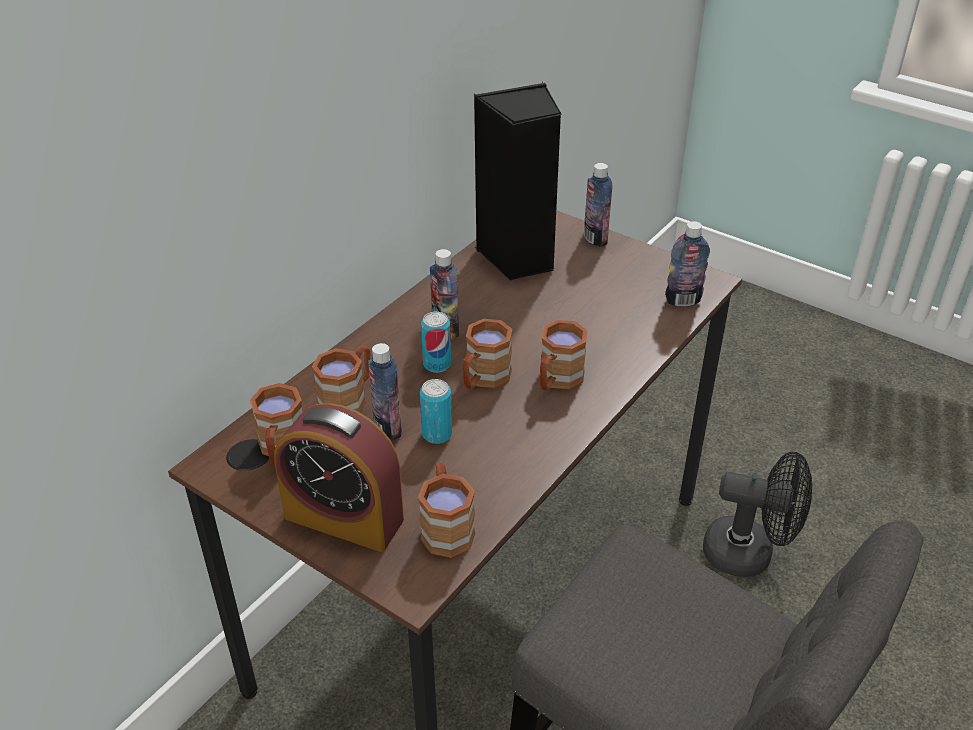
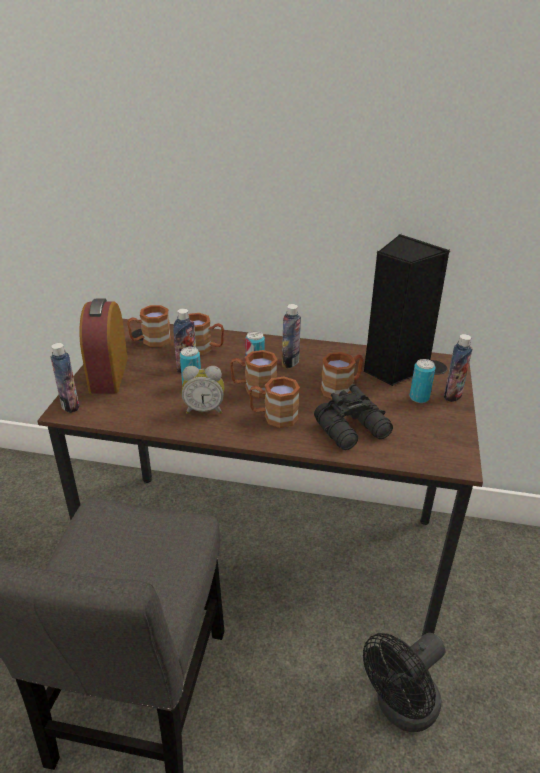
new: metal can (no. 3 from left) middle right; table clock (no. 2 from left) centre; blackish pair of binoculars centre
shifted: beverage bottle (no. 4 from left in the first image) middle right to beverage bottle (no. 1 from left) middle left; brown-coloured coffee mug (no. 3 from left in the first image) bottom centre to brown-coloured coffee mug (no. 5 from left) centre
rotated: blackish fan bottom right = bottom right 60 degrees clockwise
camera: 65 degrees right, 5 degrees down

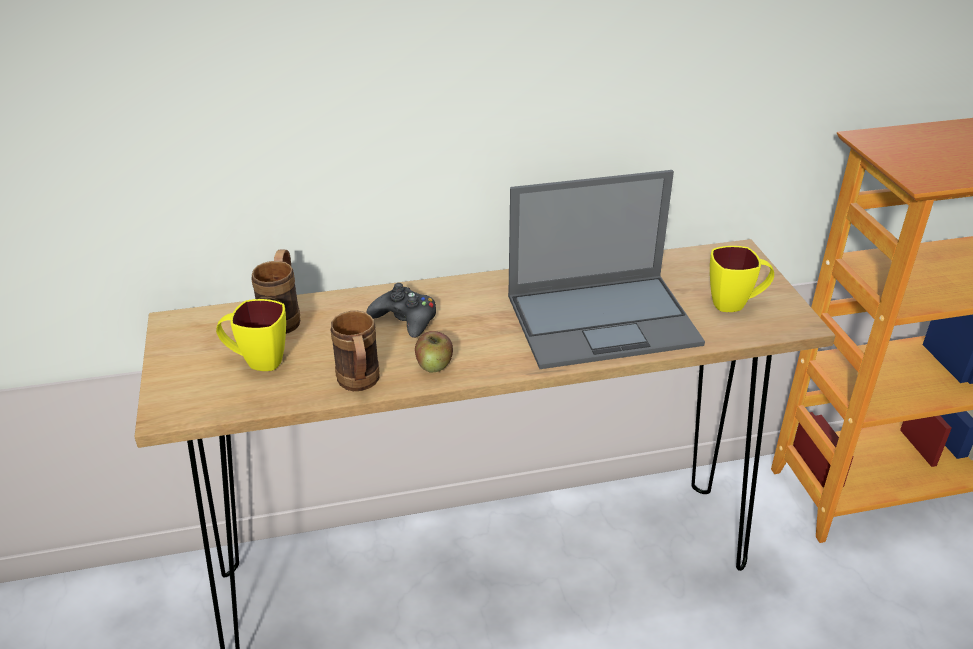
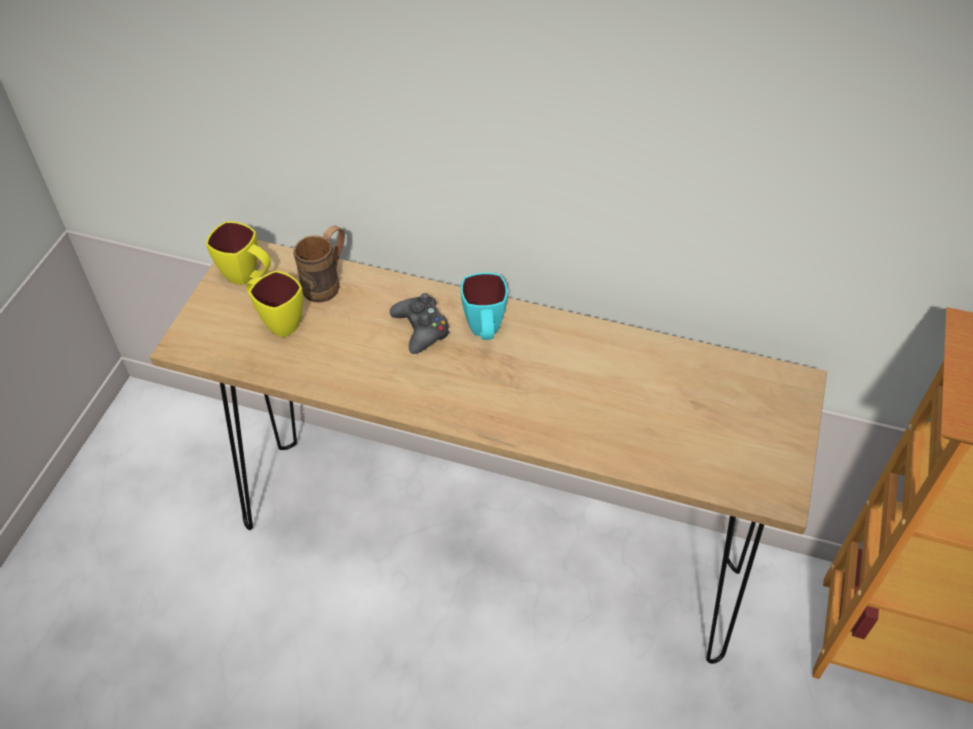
gone: notebook computer centre; brown-coloured coffee mug (no. 2 from left) centre; apple centre
new: turquoise coffee mug centre
shifted: yellow coffee mug (no. 2 from left in the first image) middle right to yellow coffee mug (no. 1 from left) middle left
camera: 30 degrees right, 15 degrees up

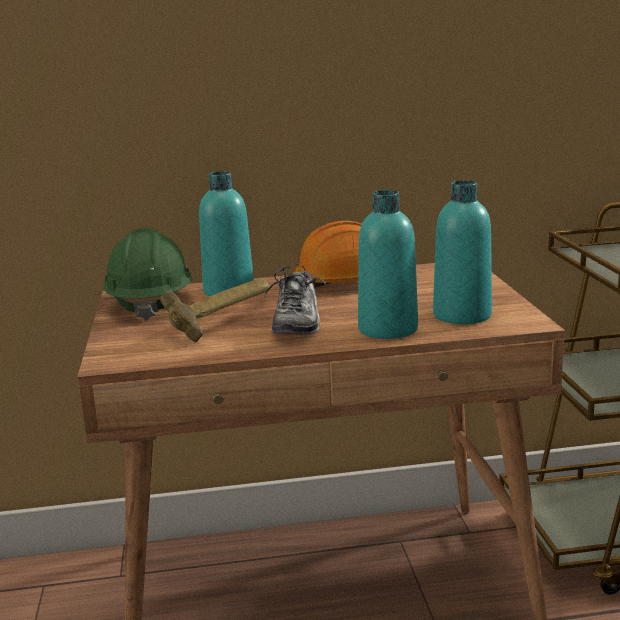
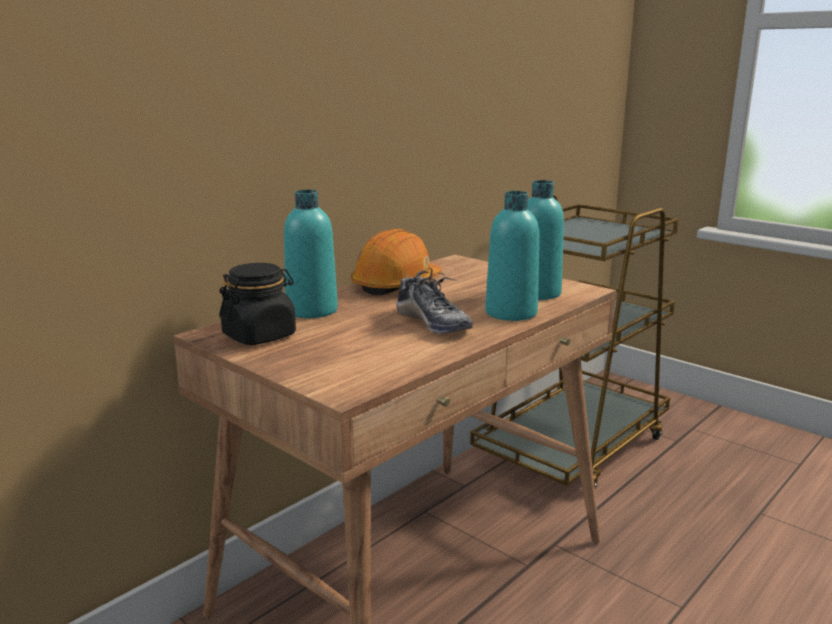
gone: tool hammer centre
swapped: green-coloured work helmet middle left to blackish jar middle left
camera: 40 degrees left, 0 degrees up

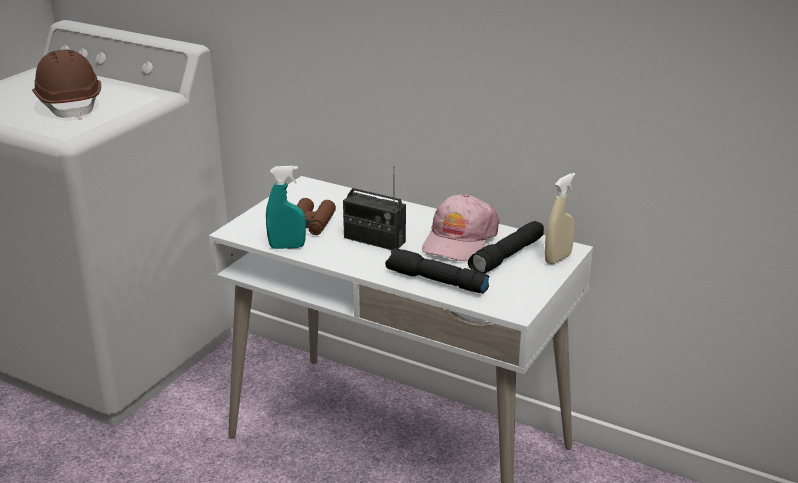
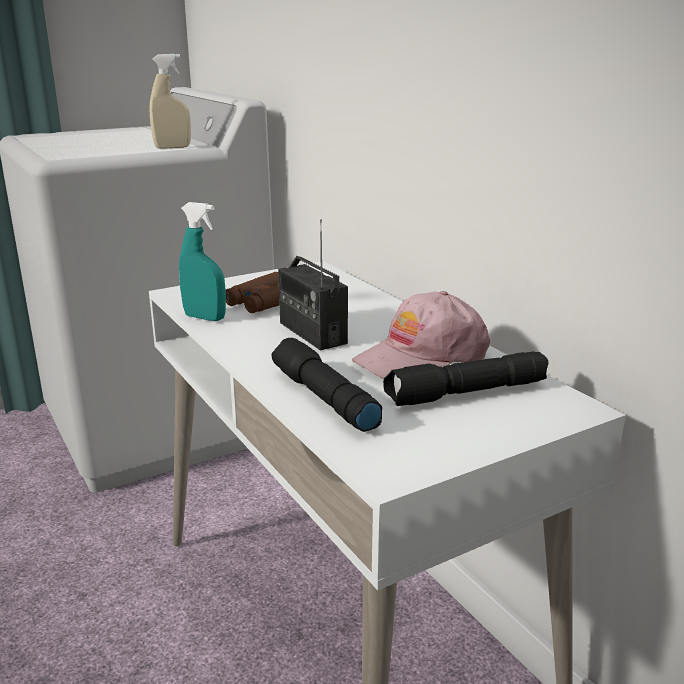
gone: brown-coloured work helmet top left
shifted: beige-coloured spray bottle middle right to top left
camera: 30 degrees right, 5 degrees down

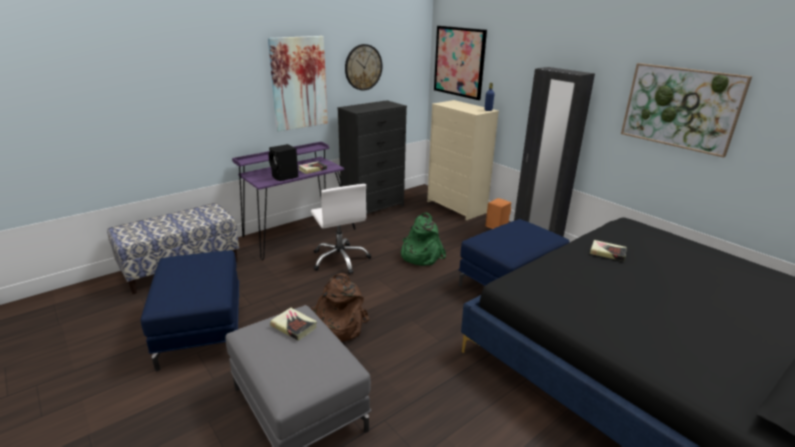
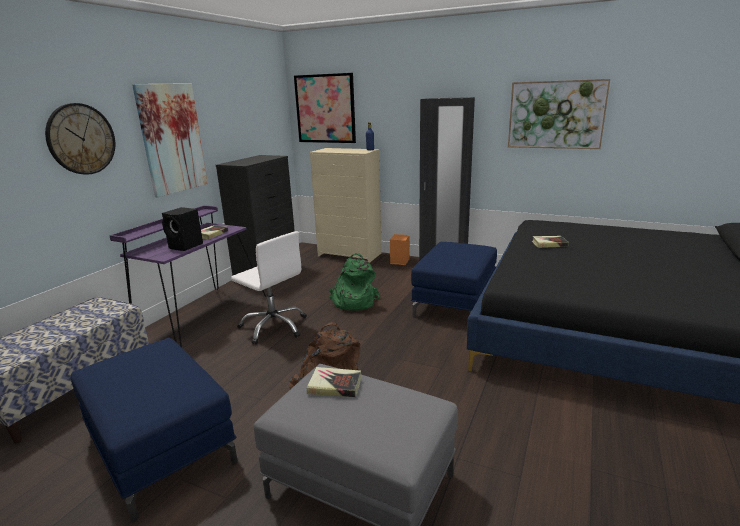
shifted: clock on the wall top centre to top left
camera: 25 degrees left, 5 degrees down

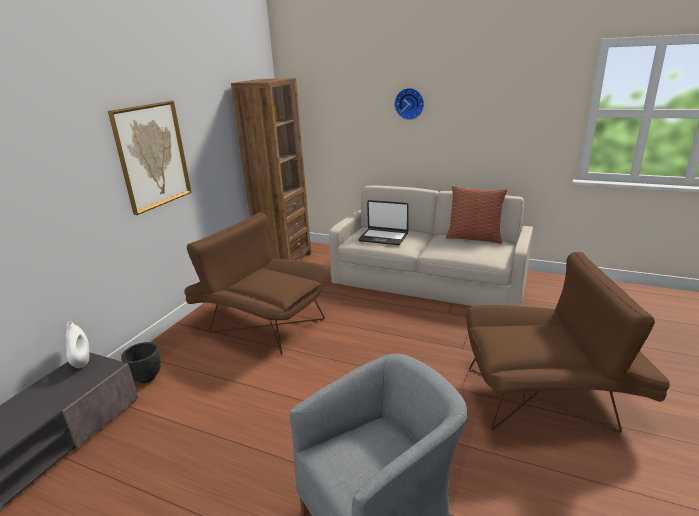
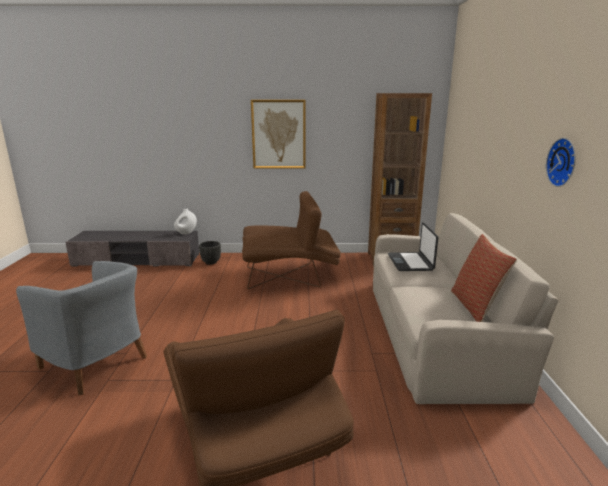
shifted: clock on the wall top centre to middle right
rotated: brown-coloured armchair (no. 1 from left in the first image) centre = centre 75 degrees clockwise
camera: 65 degrees right, 5 degrees down

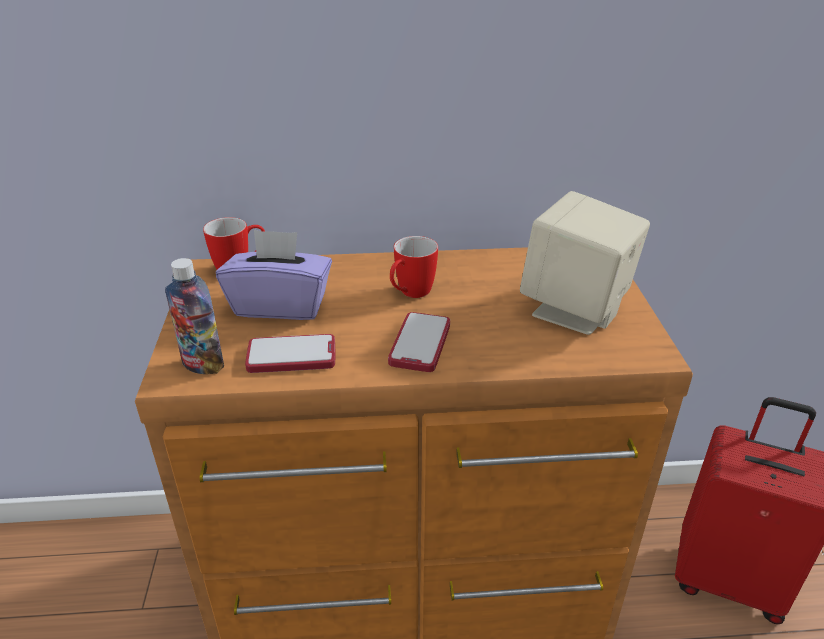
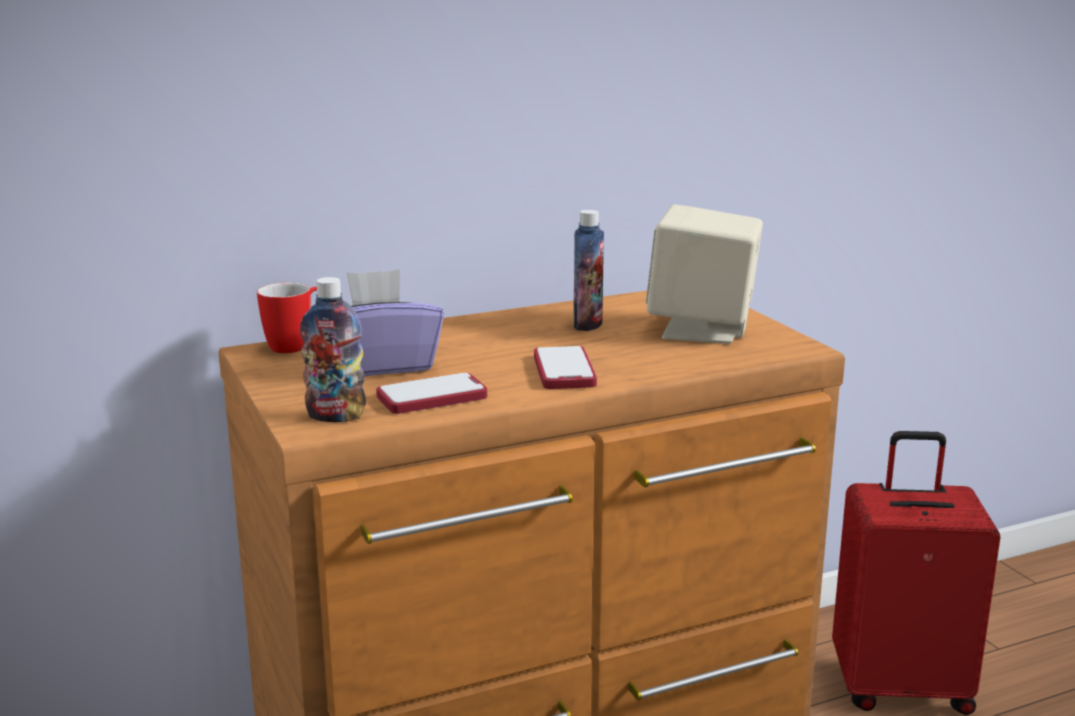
gone: coffee mug (no. 2 from left) centre
new: beverage bottle (no. 2 from left) centre
camera: 20 degrees left, 15 degrees down

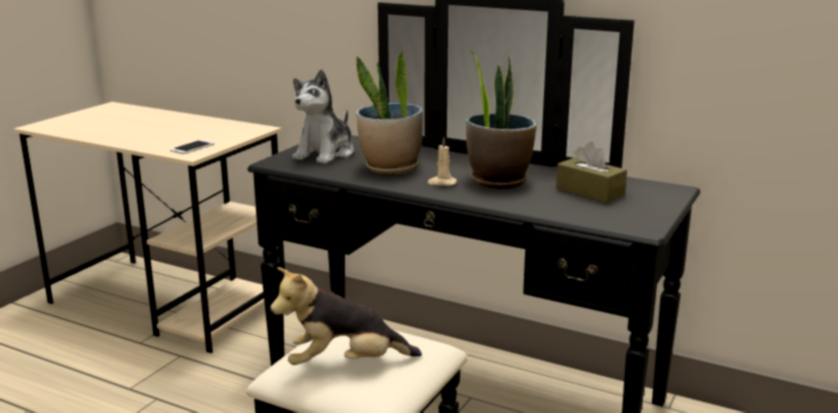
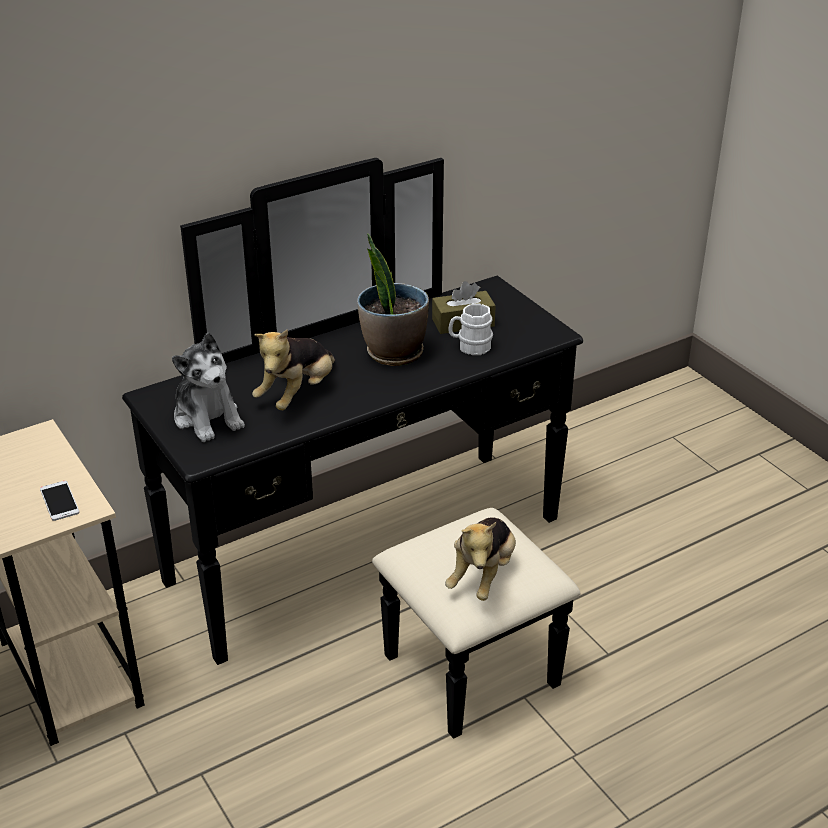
gone: beige-coloured wax candle centre
new: white-coloured coffee mug centre
swapped: plant in a pot (no. 1 from left) top centre to soft toy (no. 2 from left) centre
camera: 60 degrees left, 15 degrees up

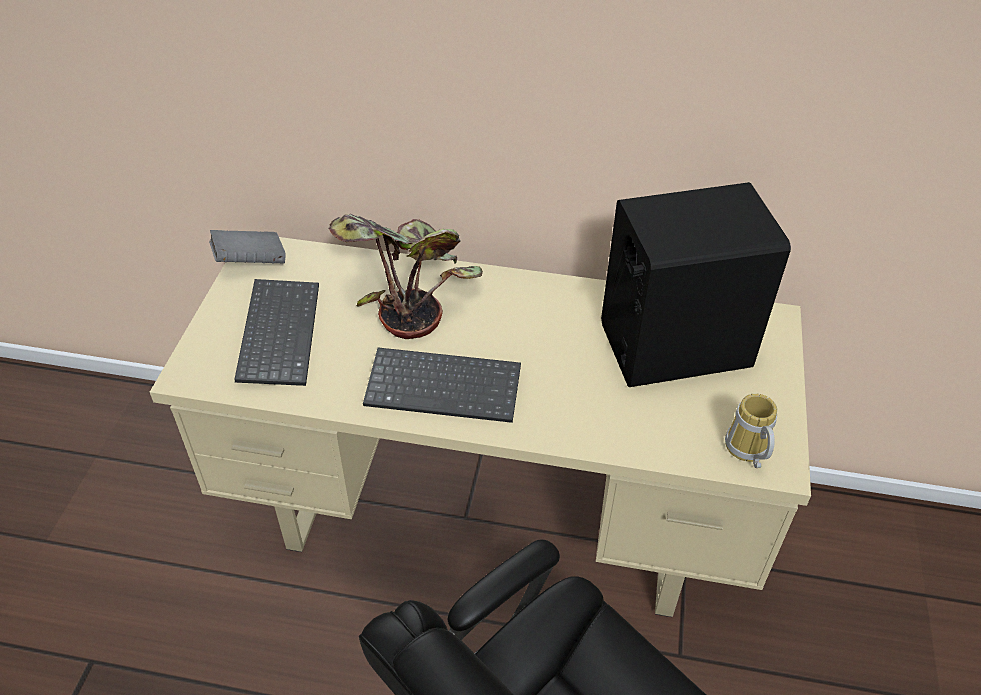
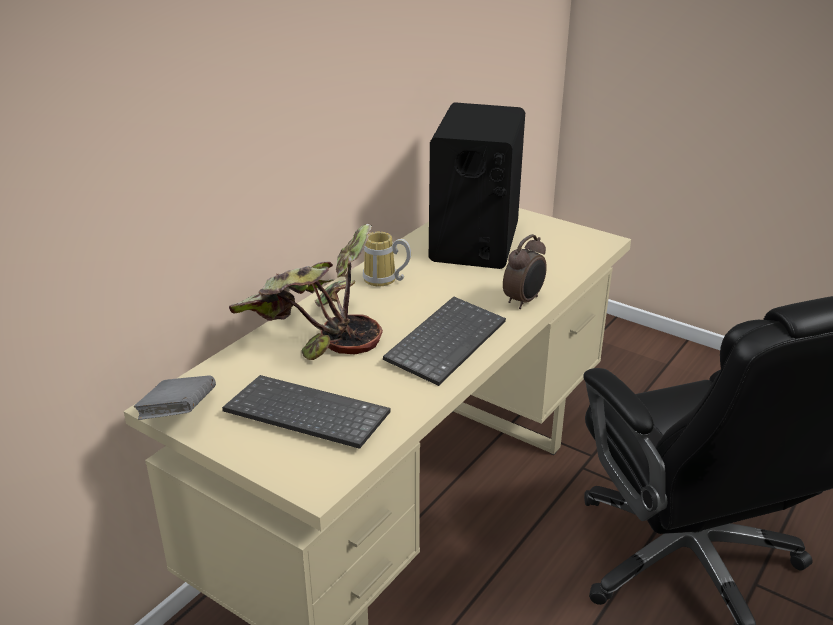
new: table clock centre
shifted: coffee mug middle right to centre
camera: 65 degrees left, 15 degrees down

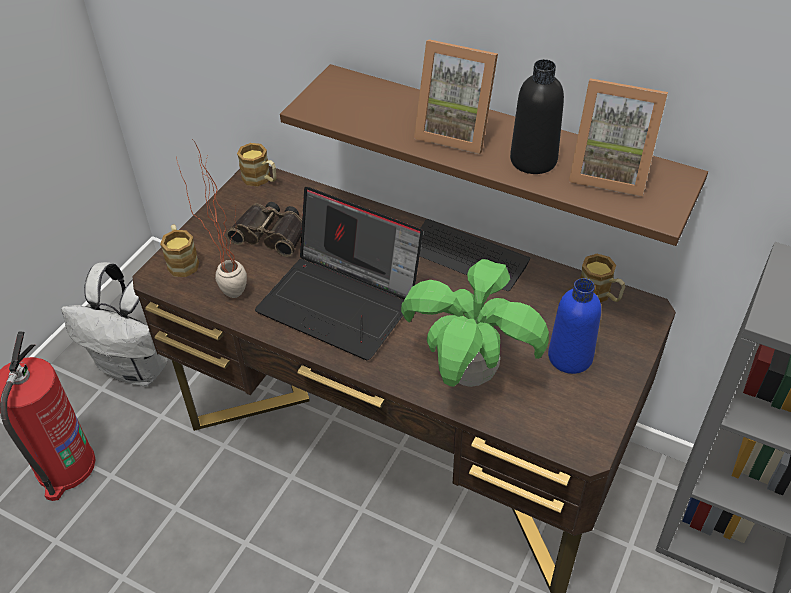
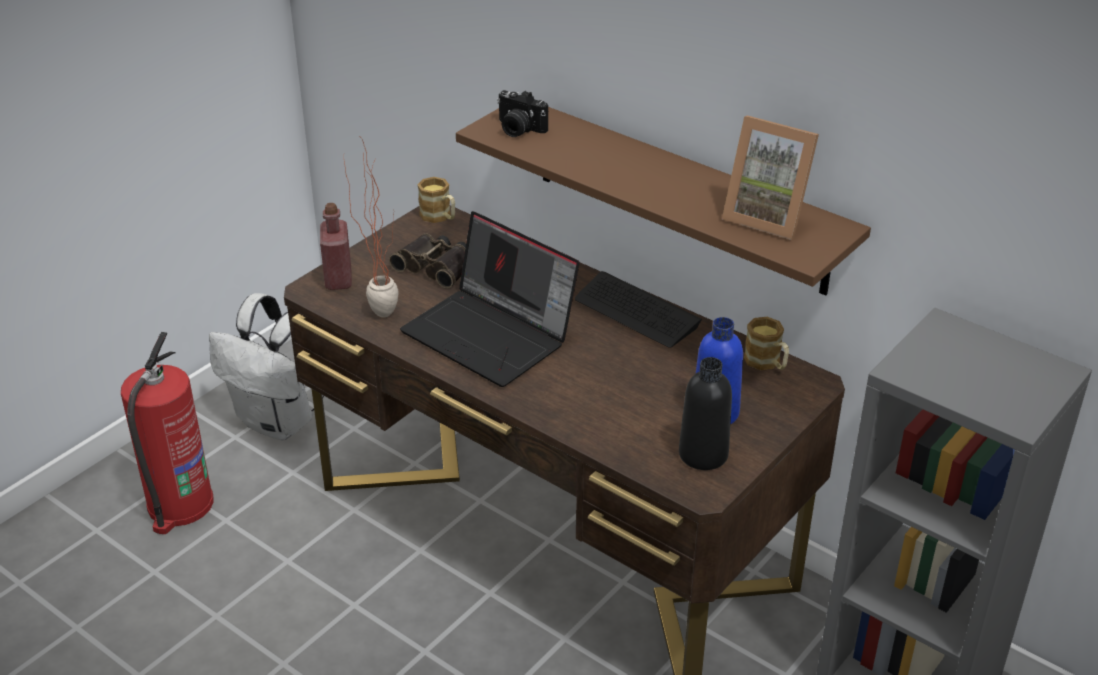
gone: standing frame (no. 1 from left) top centre; plant in a pot (no. 2 from left) centre
new: photo camera top centre
shifted: blackish beverage bottle top right to centre
swapped: coffee mug (no. 1 from left) middle left to red-coloured beverage bottle middle left
camera: 10 degrees right, 10 degrees down

